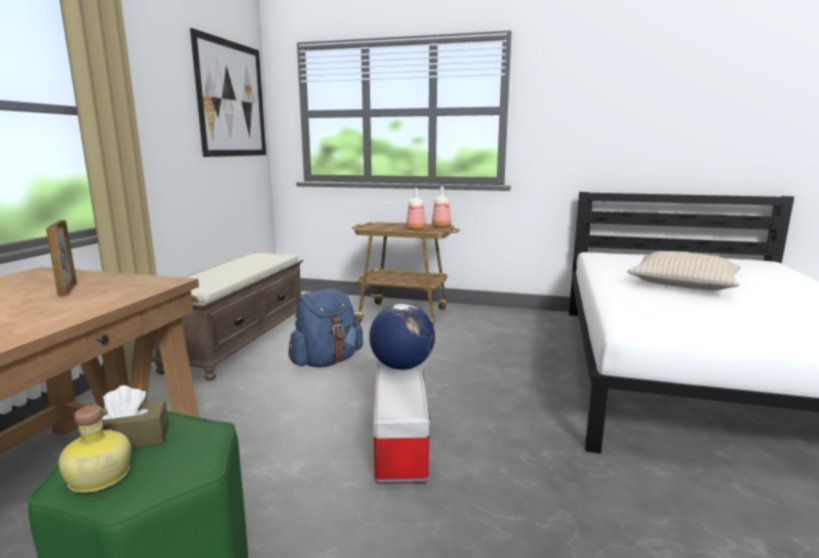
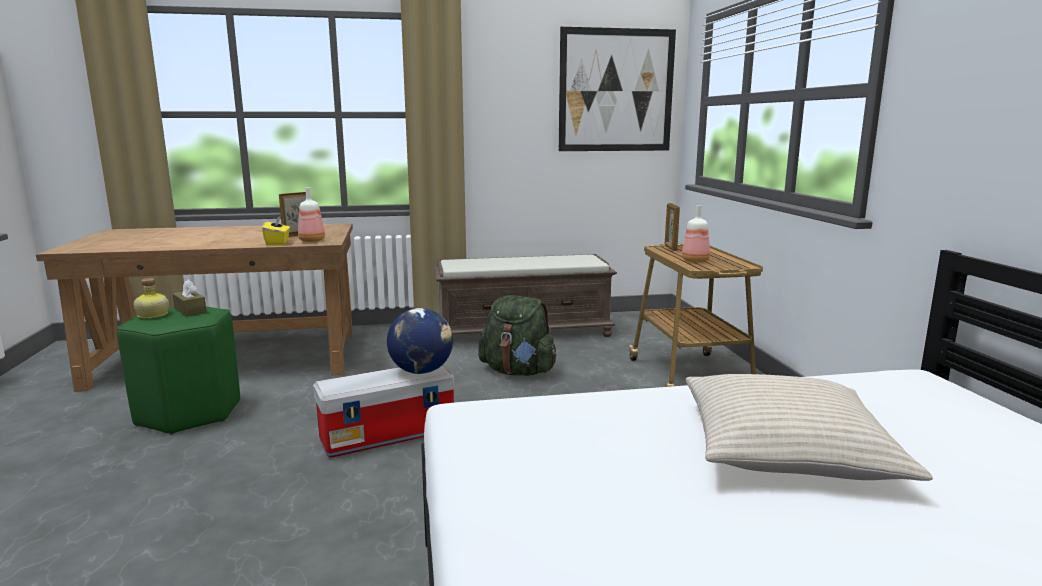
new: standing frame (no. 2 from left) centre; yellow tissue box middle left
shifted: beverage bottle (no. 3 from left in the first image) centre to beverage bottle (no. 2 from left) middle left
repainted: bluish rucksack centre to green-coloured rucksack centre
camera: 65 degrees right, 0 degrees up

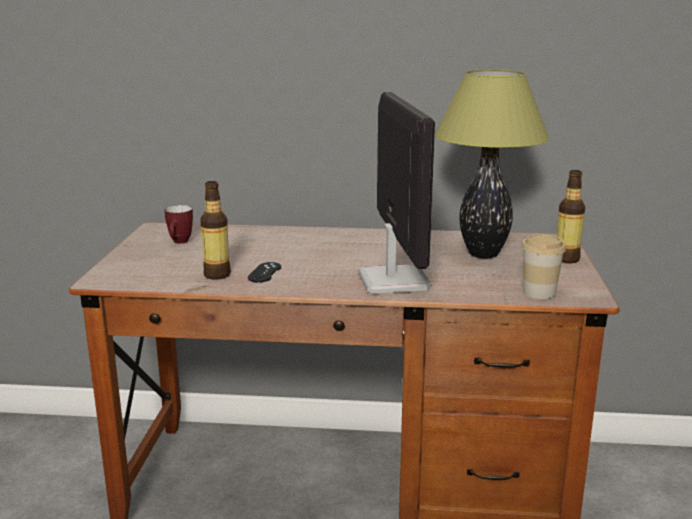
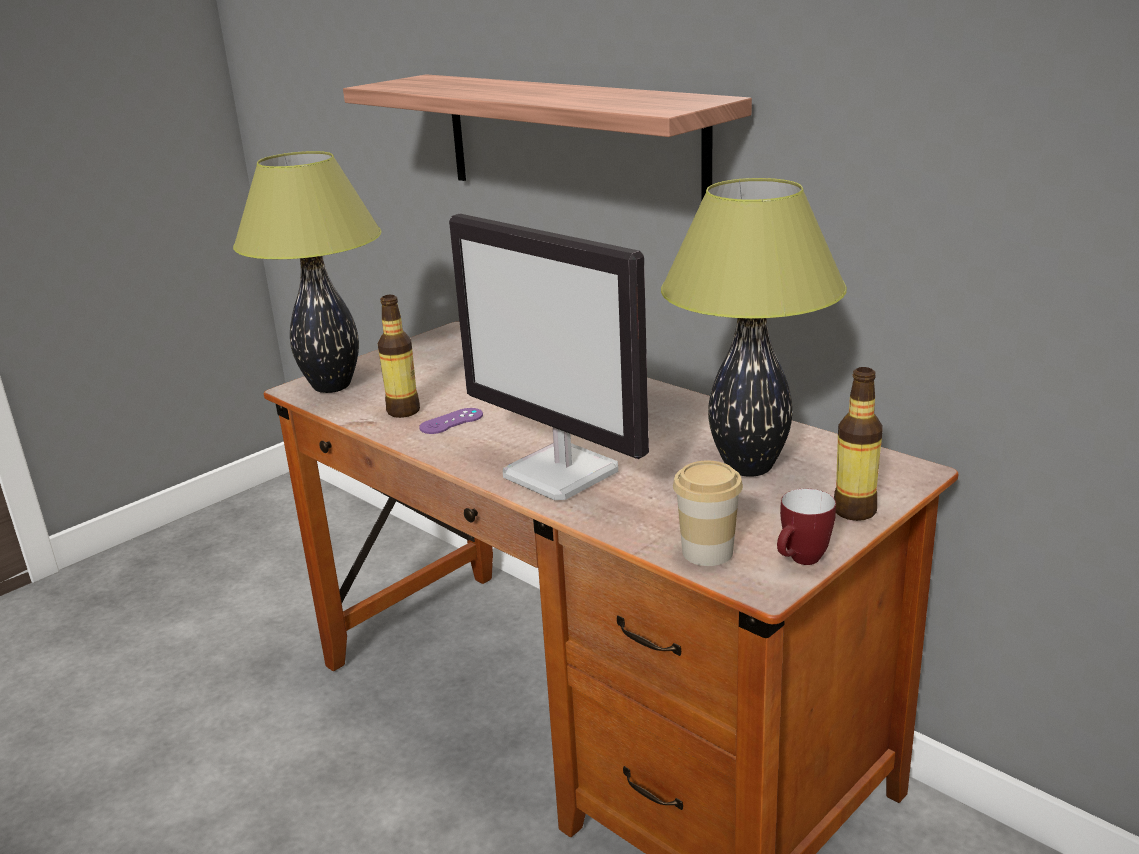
new: bracket shelf top centre; tabletop lamp (no. 1 from left) top left
shifted: coffee mug middle left to middle right
repainted: blackish joypad centre to purple-coloured joypad centre
rotated: monitor centre = centre 105 degrees clockwise
camera: 40 degrees right, 5 degrees up

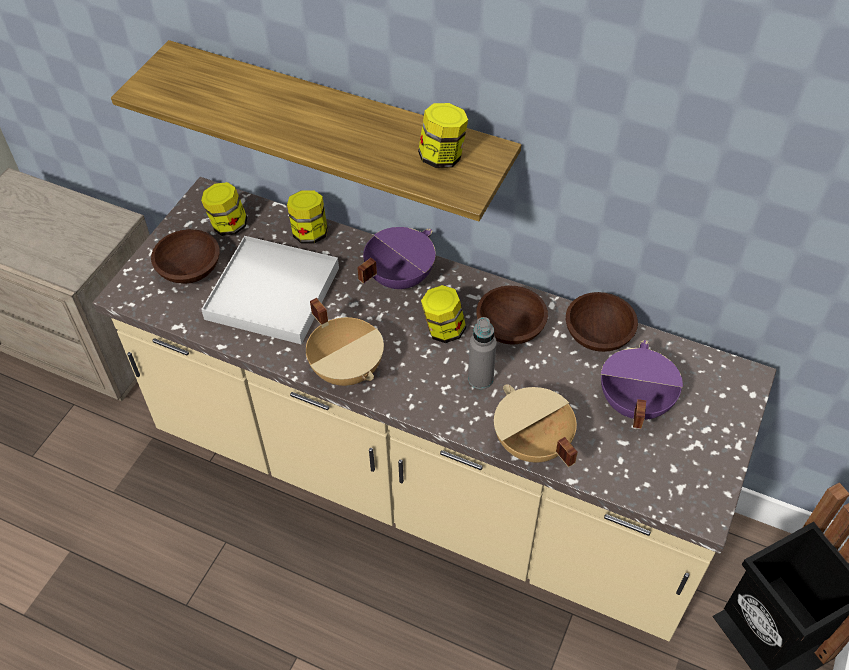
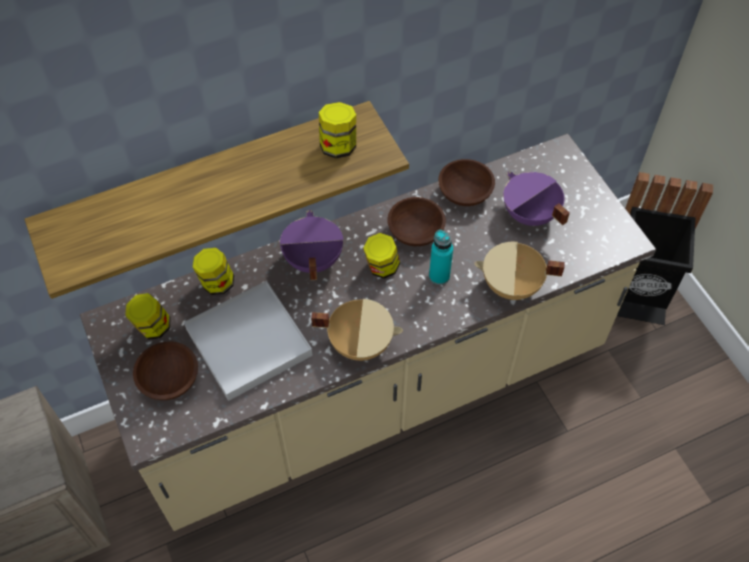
repainted: gray beverage bottle centre to turquoise beverage bottle centre
camera: 50 degrees left, 5 degrees up

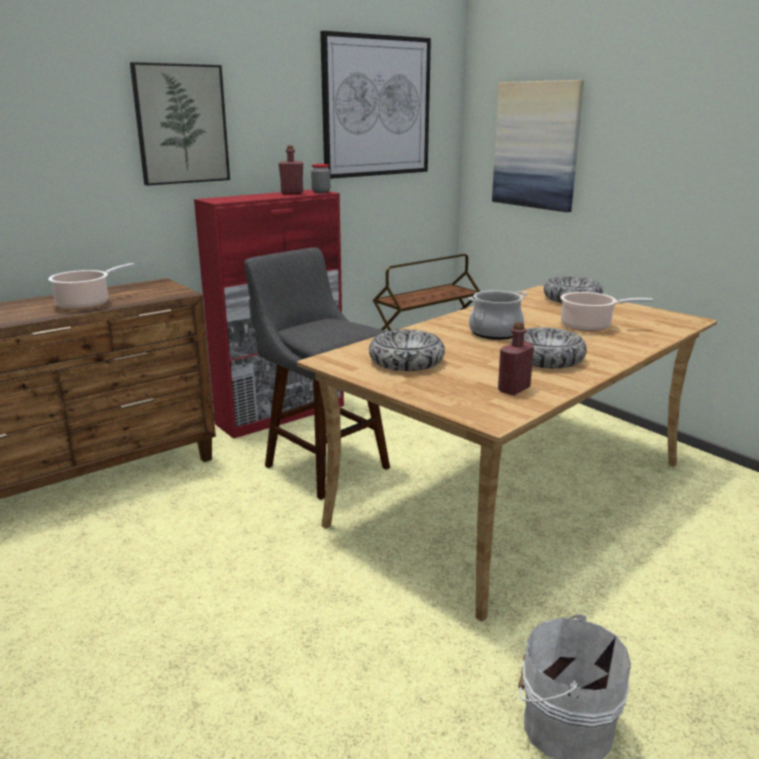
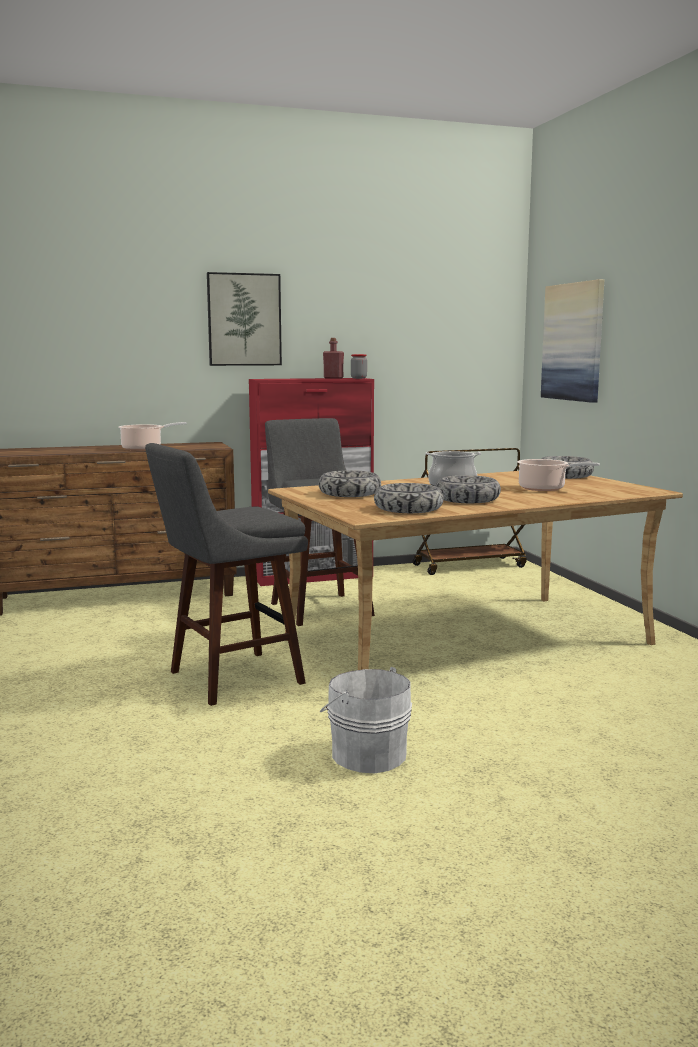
gone: wall art (no. 2 from left) top centre
new: gray stool seat (no. 1 from left) middle left
swapped: red-coloured beverage bottle (no. 2 from left) middle right to serving bowl (no. 2 from left) centre
camera: 20 degrees right, 10 degrees down

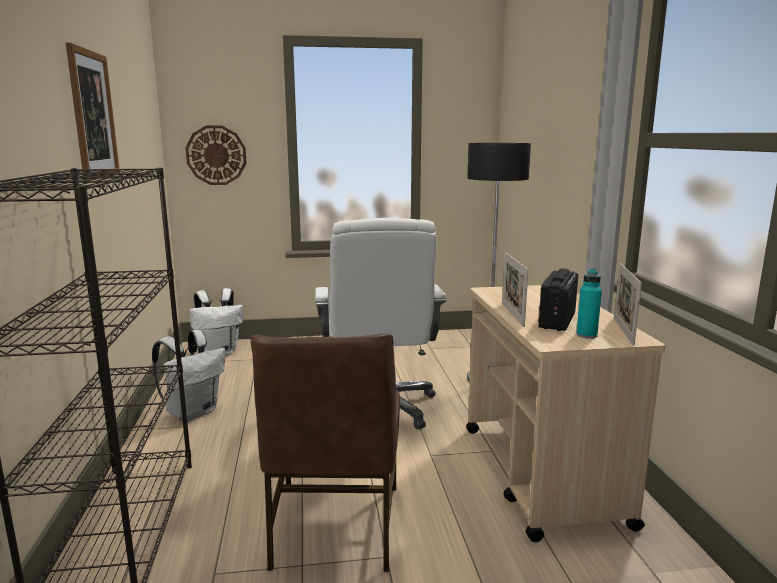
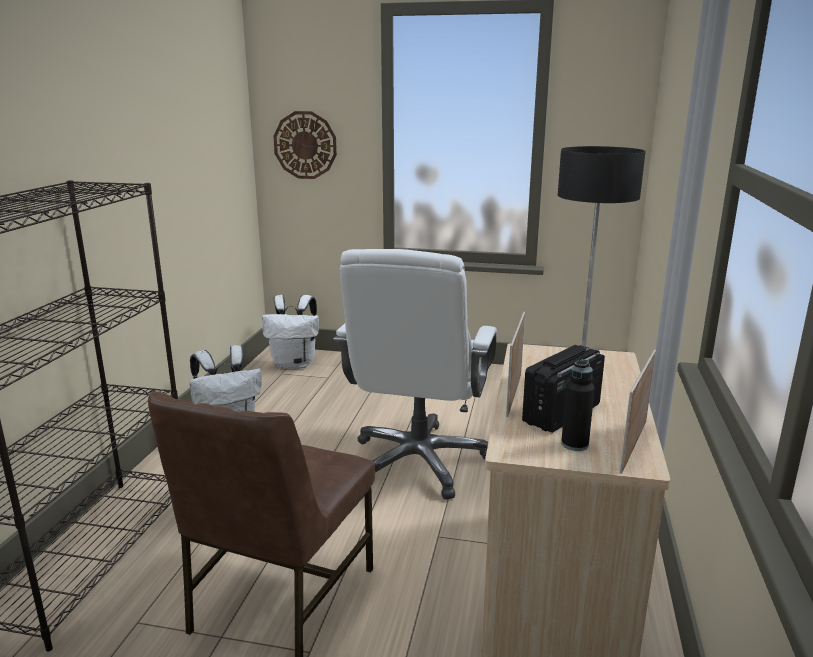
gone: wall art top left
repainted: turquoise beverage bottle middle right to blackish beverage bottle middle right
camera: 20 degrees right, 5 degrees up

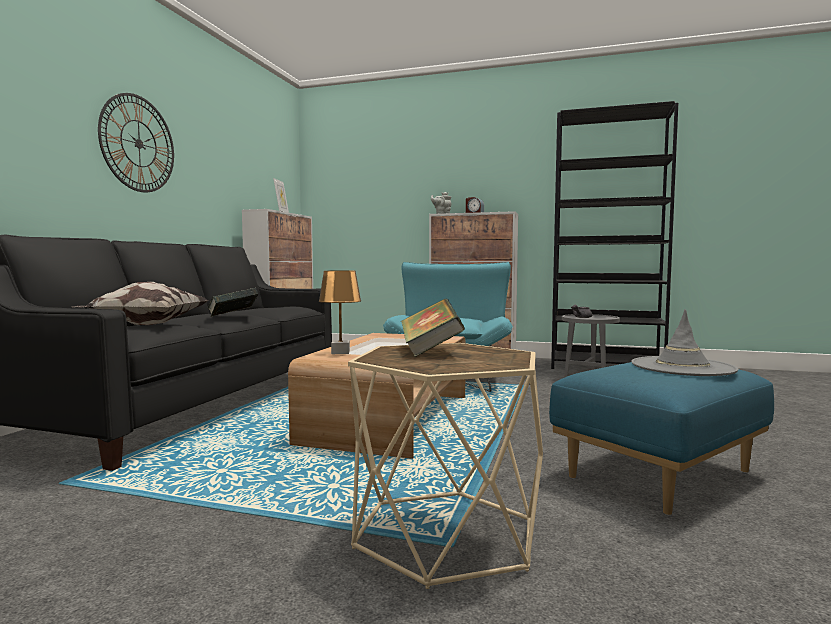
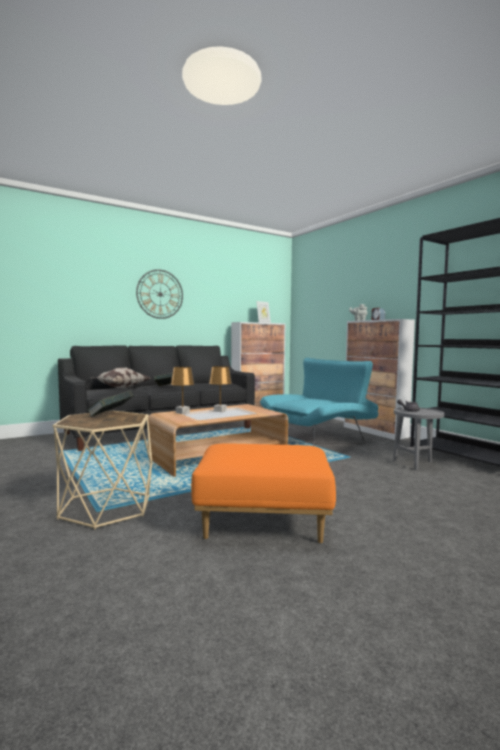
gone: gray clothing hat middle right
new: brown-coloured tabletop lamp (no. 2 from left) centre
repainted: bluish footrest bottom right to orange footrest centre
camera: 40 degrees right, 0 degrees up

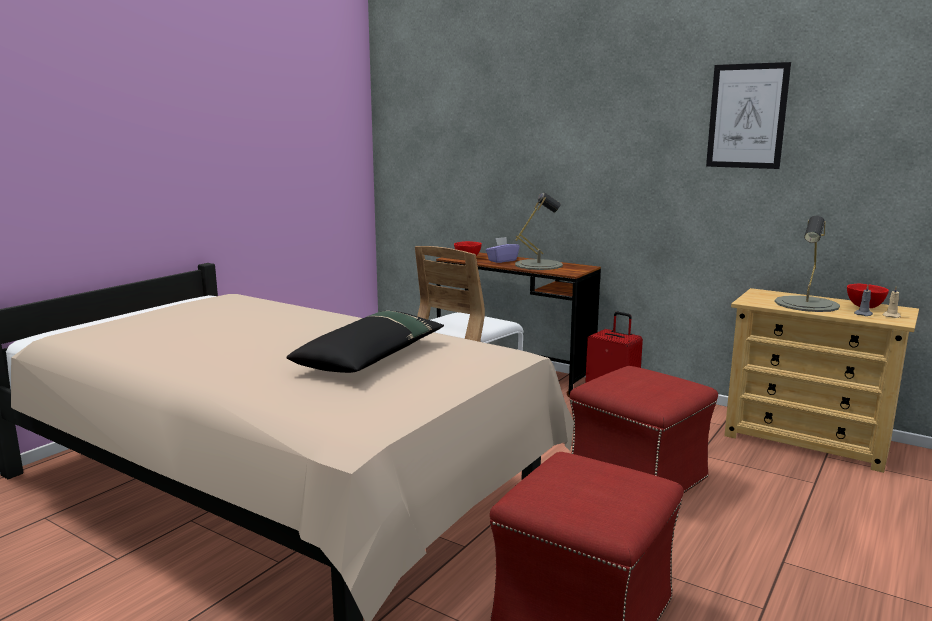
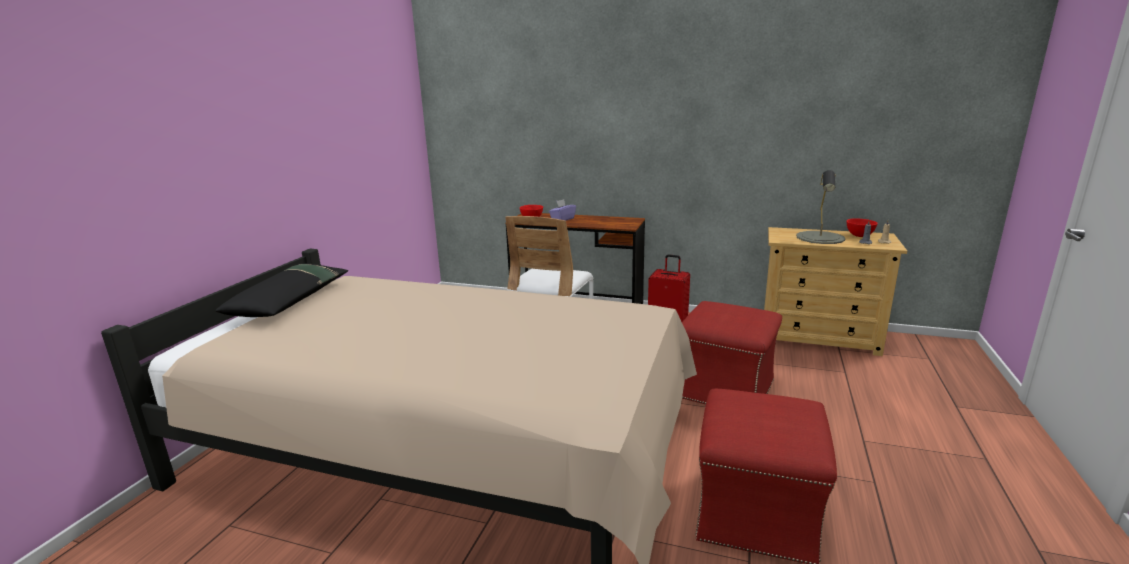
gone: wall art top right; gray tabletop lamp (no. 1 from left) centre
shifted: blackish cushion centre to middle left
camera: 15 degrees left, 5 degrees up

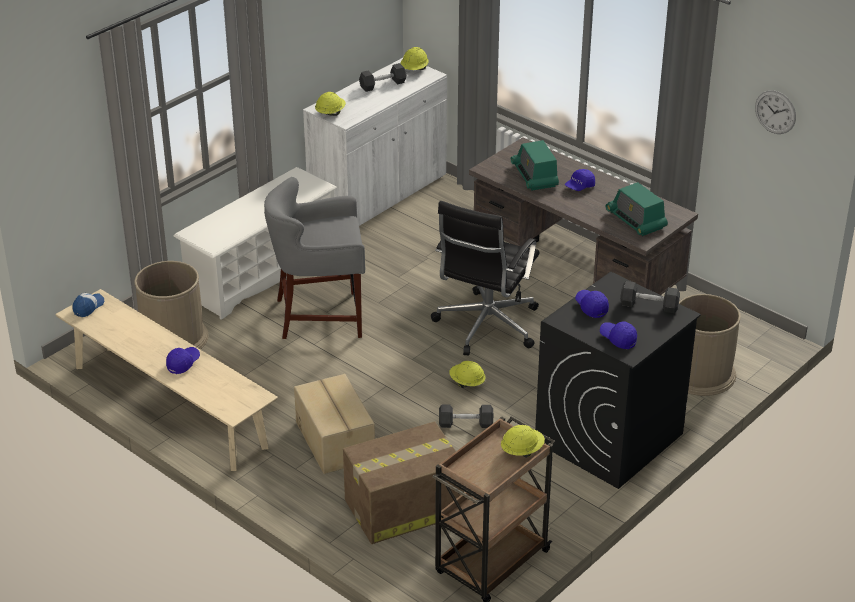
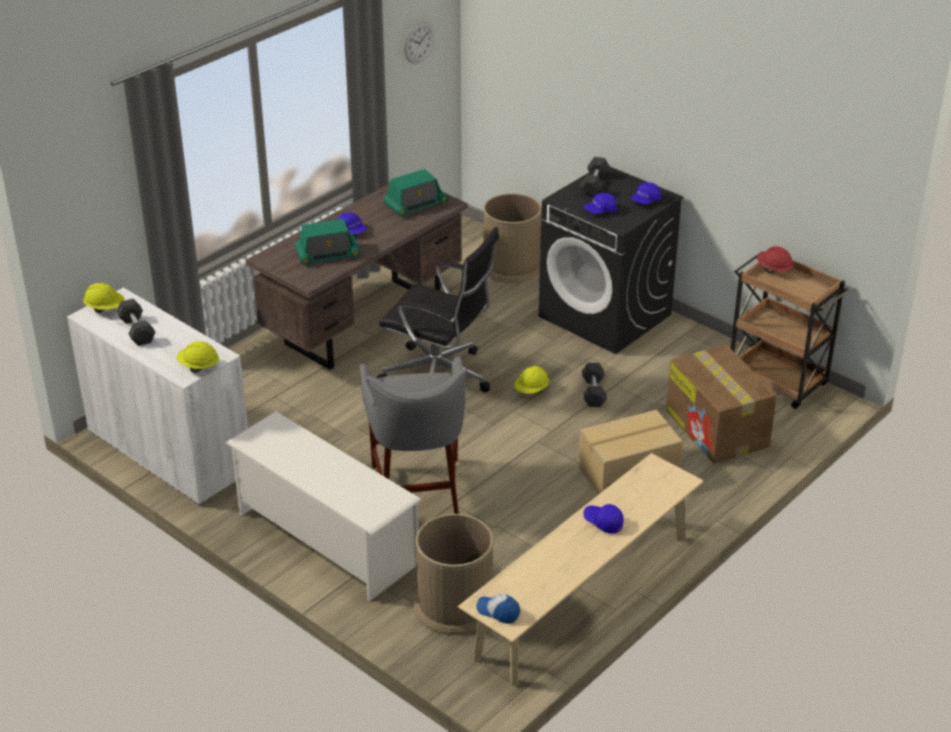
repainted: yellow work helmet (no. 4 from left) bottom centre to red-coloured work helmet middle right
camera: 90 degrees left, 0 degrees up

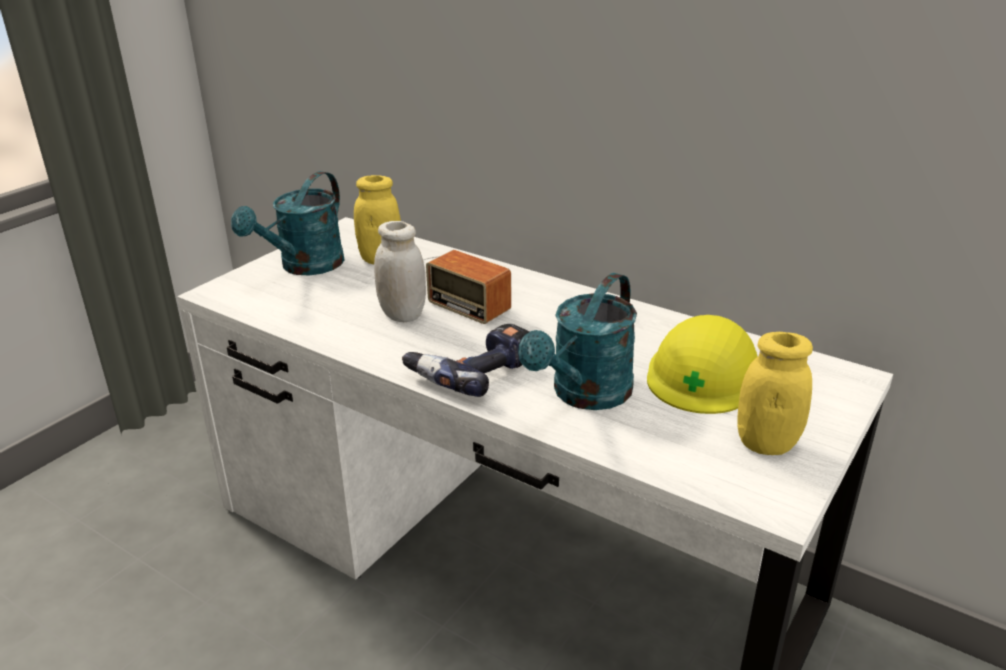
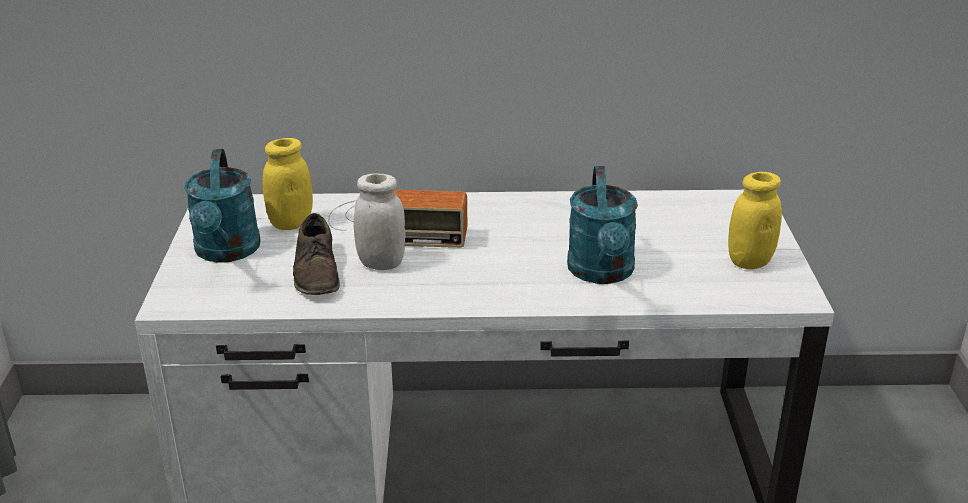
gone: yellow work helmet middle right; electric drill centre
new: brown-coloured shoe middle left
camera: 35 degrees left, 0 degrees up

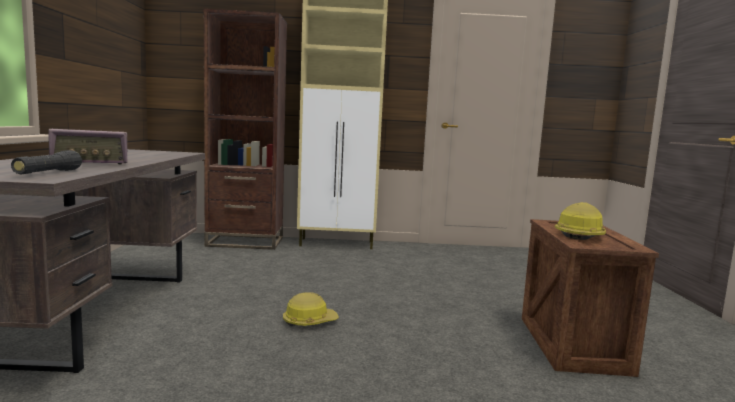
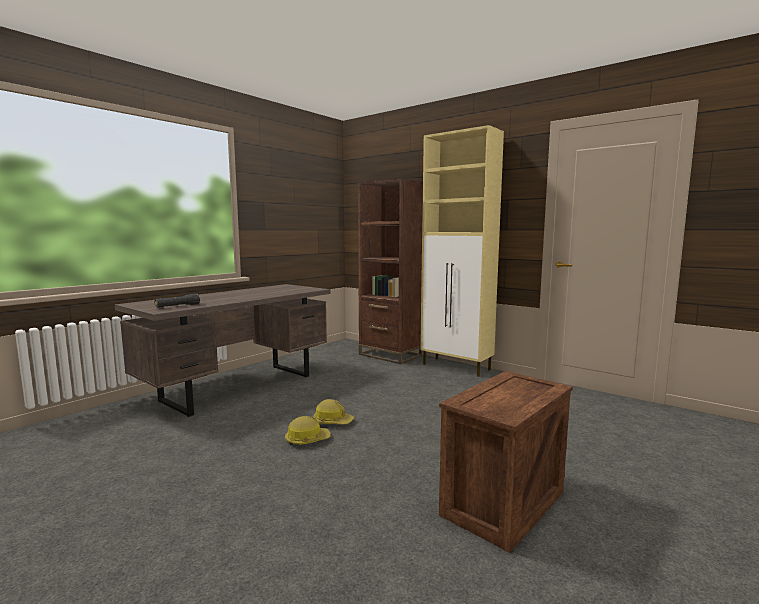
gone: radio set middle left
shifted: work helmet (no. 2 from left in the first image) middle right to work helmet (no. 1 from left) bottom centre
camera: 40 degrees right, 0 degrees up

